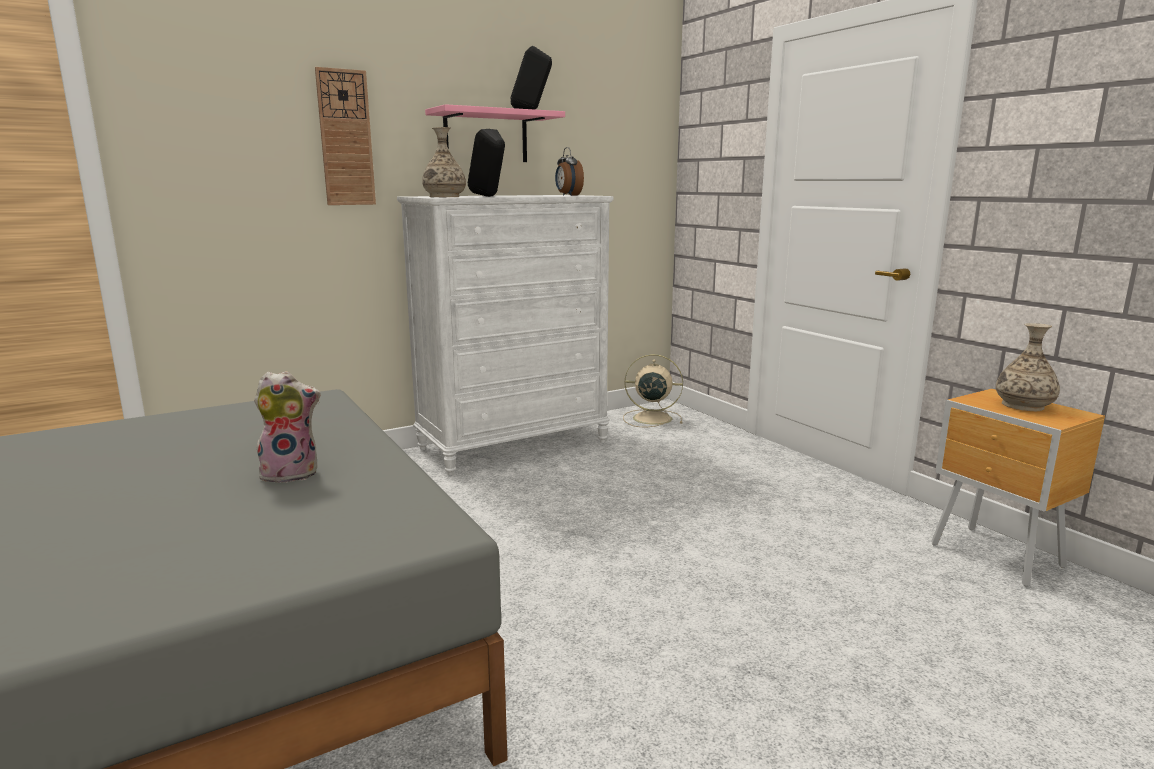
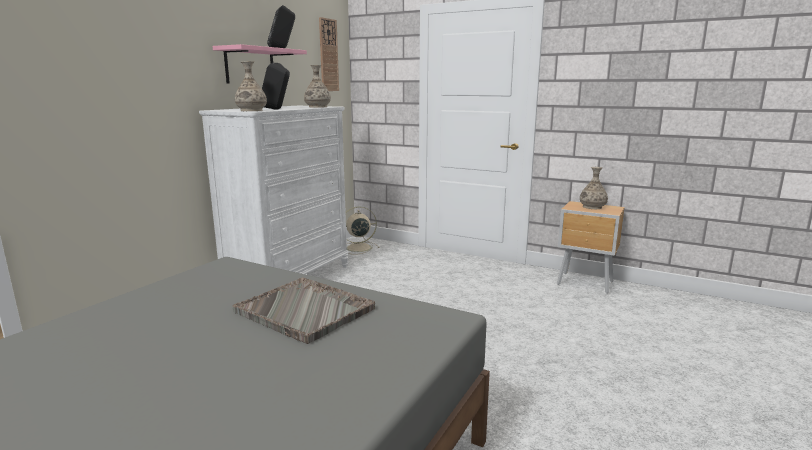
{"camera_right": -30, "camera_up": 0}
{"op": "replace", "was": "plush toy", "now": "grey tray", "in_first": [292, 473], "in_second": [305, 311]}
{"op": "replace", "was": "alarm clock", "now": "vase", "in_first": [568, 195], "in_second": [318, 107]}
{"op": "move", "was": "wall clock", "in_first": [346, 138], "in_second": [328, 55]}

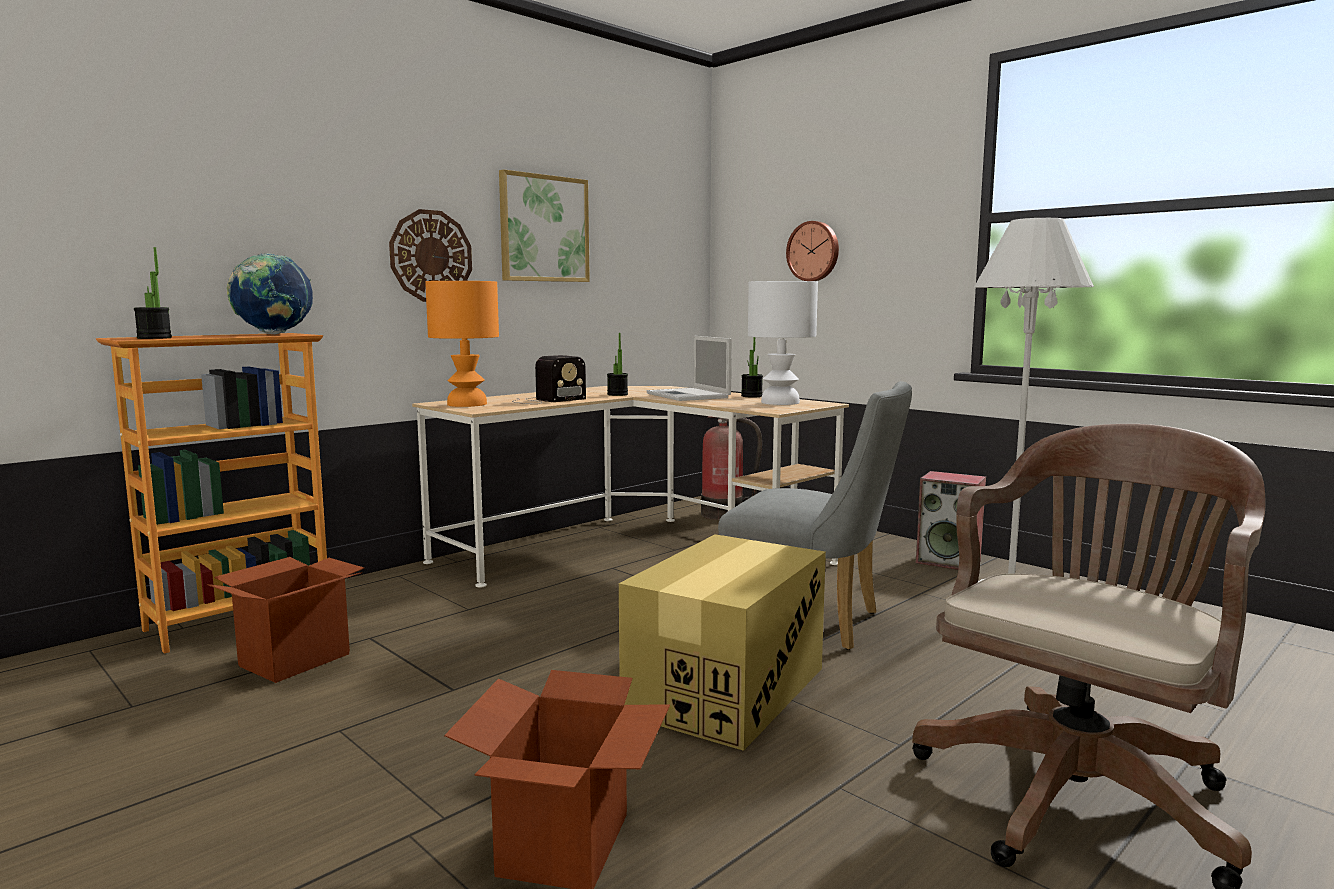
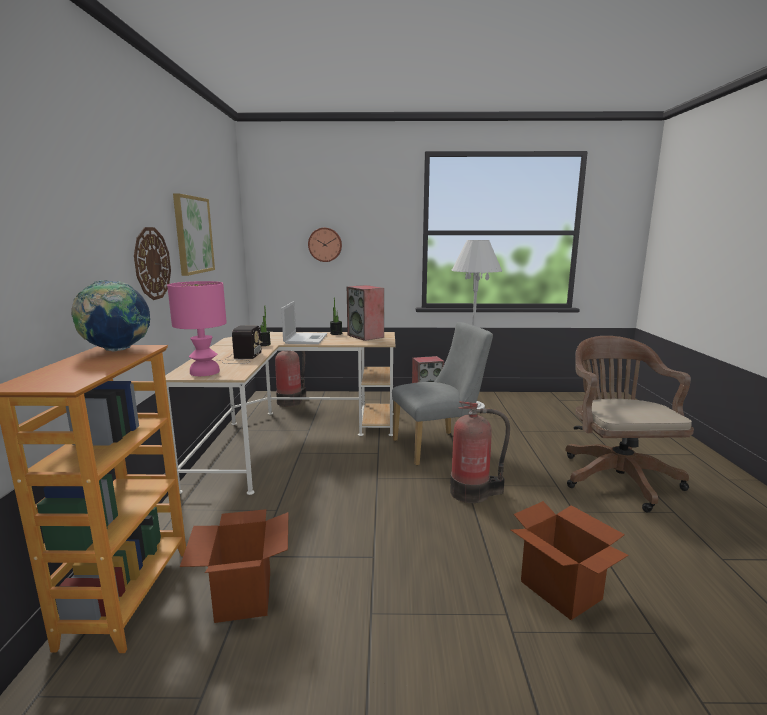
{"camera_right": -45, "camera_up": 5}
{"op": "recolor", "was": "orange table lamp", "now": "pink table lamp", "in_first": [466, 404], "in_second": [204, 372]}
{"op": "rotate", "was": "laptop", "in_first": [689, 396], "in_second": [306, 339], "clockwise": -105}
{"op": "replace", "was": "white table lamp", "now": "speaker", "in_first": [780, 402], "in_second": [366, 336]}
{"op": "replace", "was": "cardboard box", "now": "fire extinguisher", "in_first": [727, 690], "in_second": [473, 492]}
{"op": "delete", "was": "potted plant", "in_first": [154, 338]}

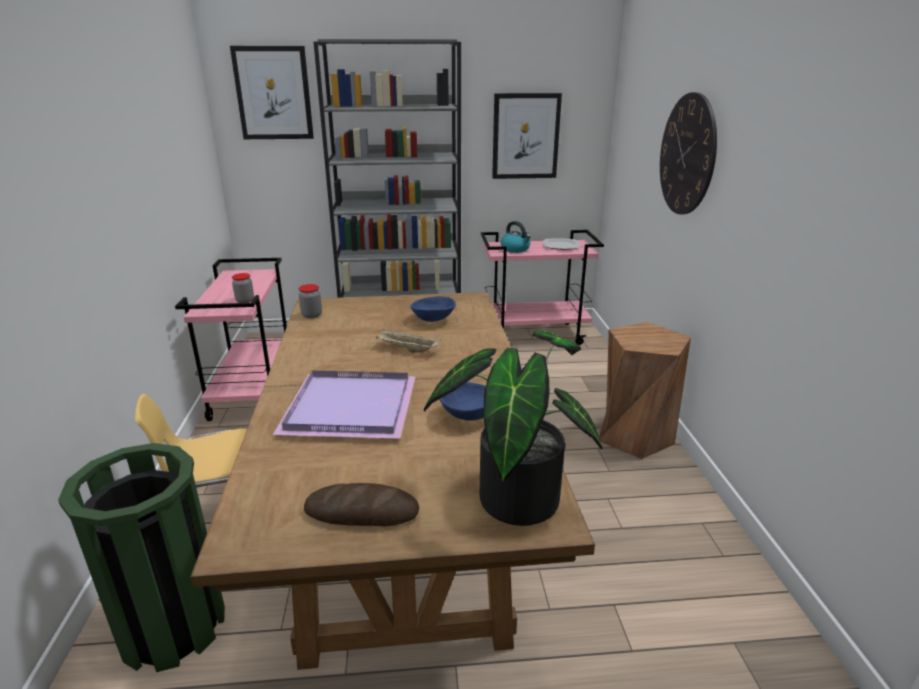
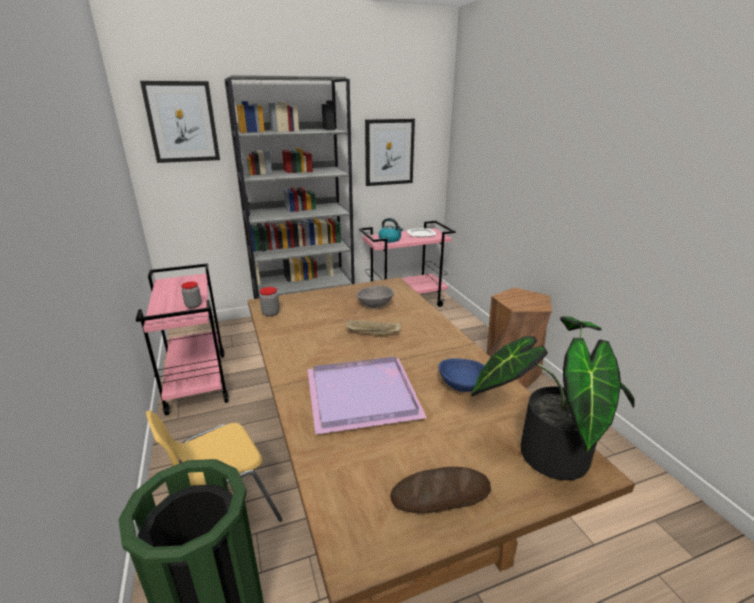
{"camera_right": -15, "camera_up": 0}
{"op": "recolor", "was": "blue bowl", "now": "grey bowl", "in_first": [433, 320], "in_second": [374, 306]}
{"op": "delete", "was": "wall clock", "in_first": [687, 155]}

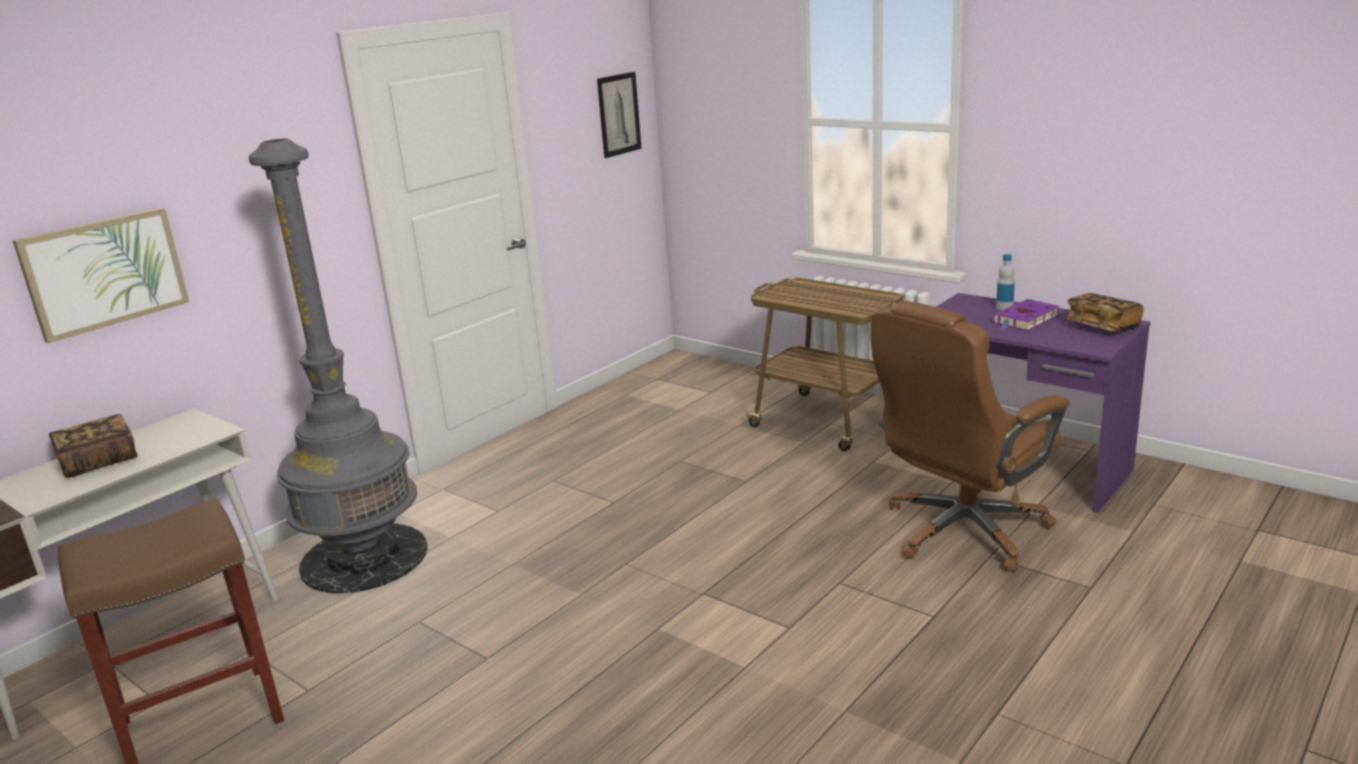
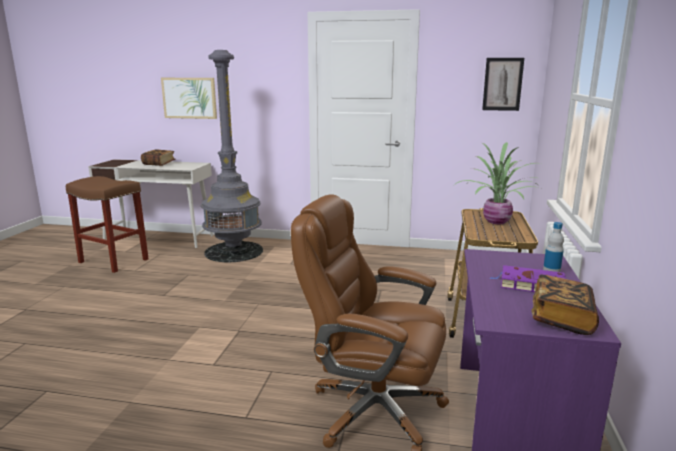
{"camera_right": 60, "camera_up": -5}
{"op": "insert", "now": "potted plant", "in_second": [497, 221]}

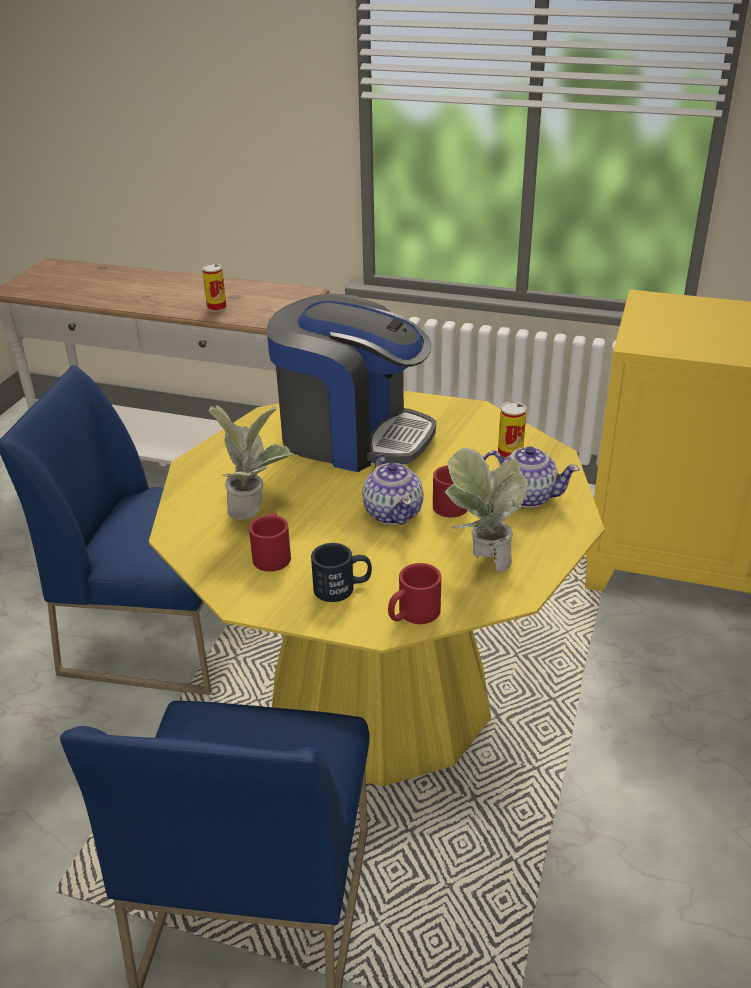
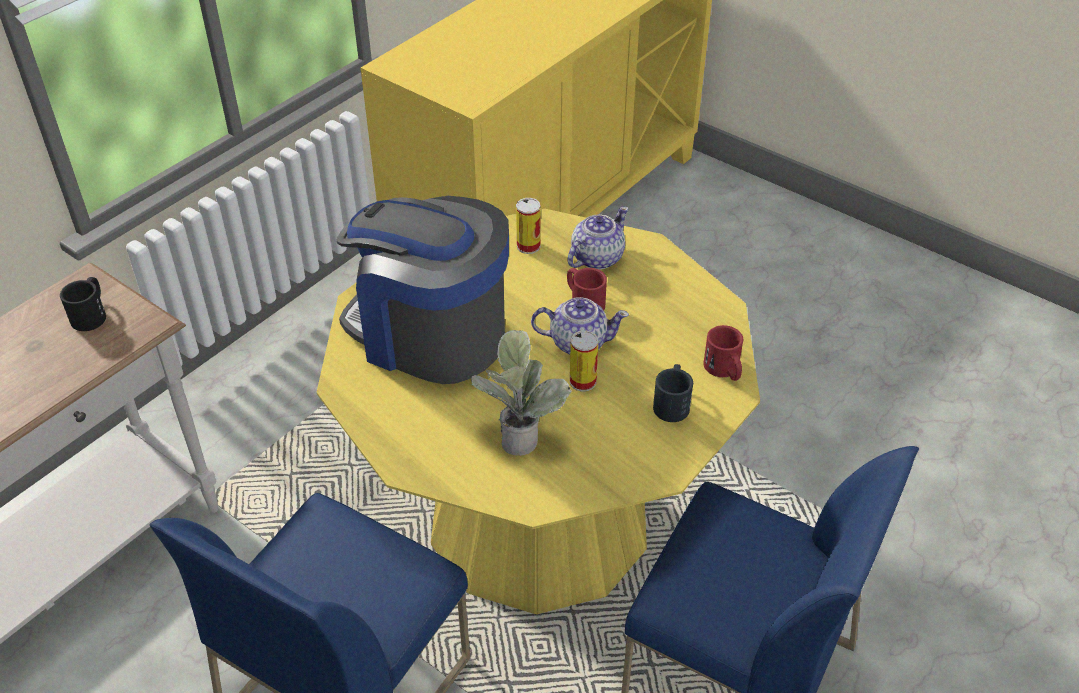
{"camera_right": -70, "camera_up": 10}
{"op": "insert", "now": "black mug", "in_second": [91, 314]}
{"op": "rotate", "was": "coffee machine", "in_first": [352, 436], "in_second": [429, 334], "clockwise": -105}
{"op": "move", "was": "can", "in_first": [216, 307], "in_second": [582, 381]}
{"op": "delete", "was": "red mug", "in_first": [273, 554]}
{"op": "delete", "was": "potted plant", "in_first": [482, 559]}

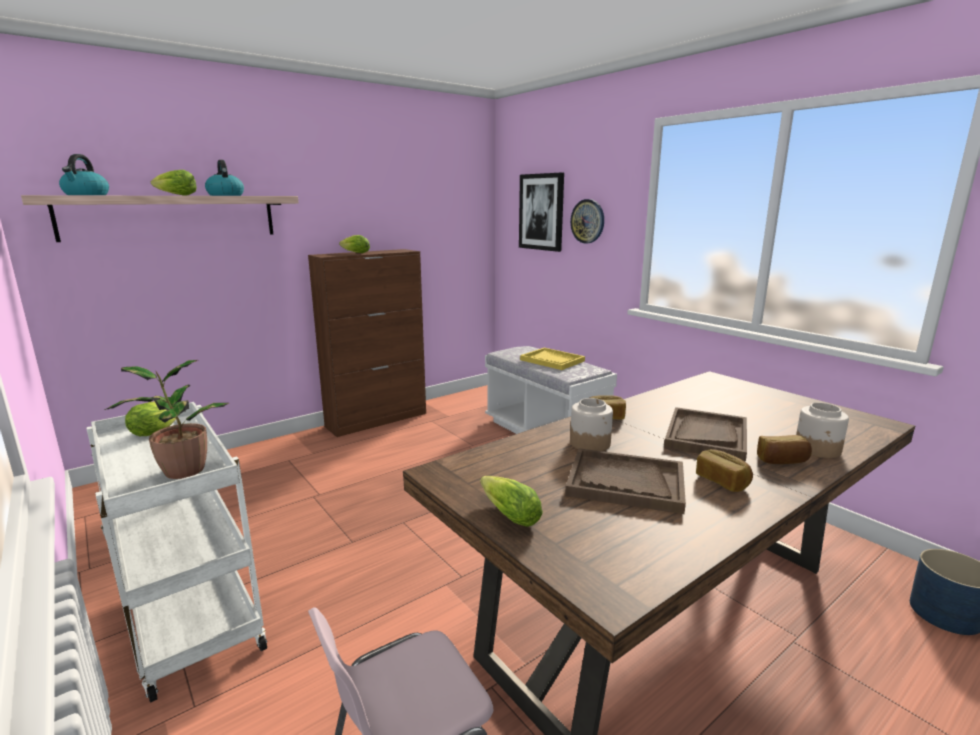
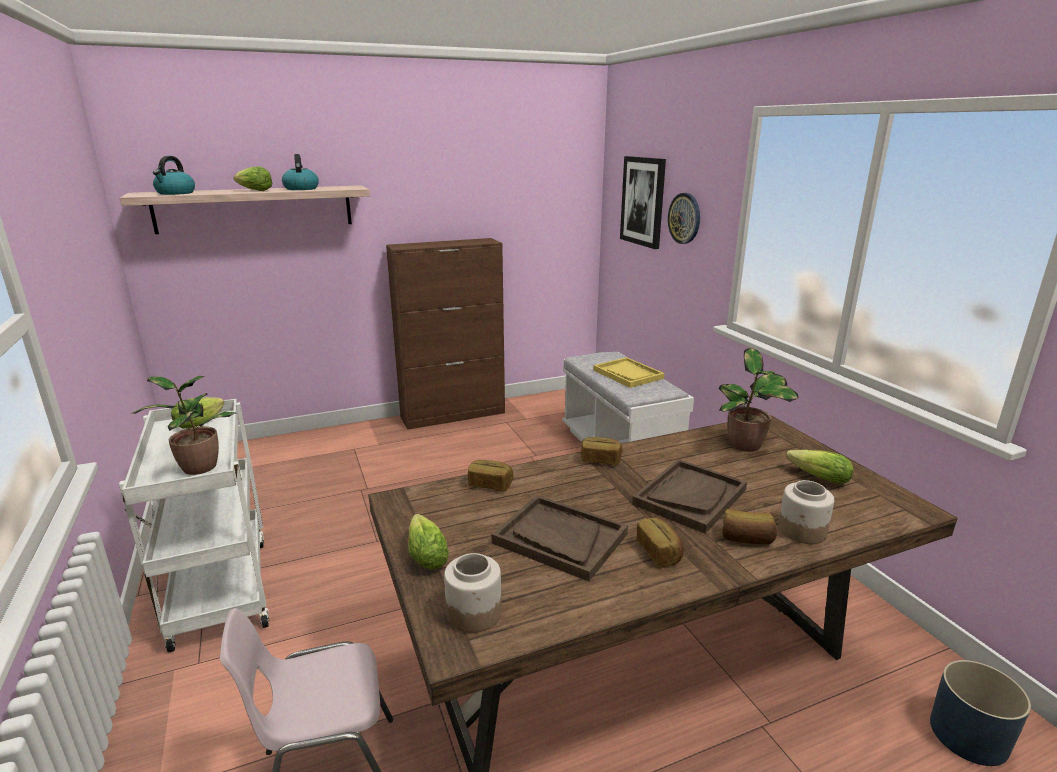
{"camera_right": 15, "camera_up": 5}
{"op": "move", "was": "jar", "in_first": [590, 443], "in_second": [474, 612]}
{"op": "insert", "now": "bread", "in_second": [490, 484]}
{"op": "insert", "now": "potted plant", "in_second": [746, 446]}
{"op": "move", "was": "lettuce", "in_first": [354, 253], "in_second": [815, 477]}

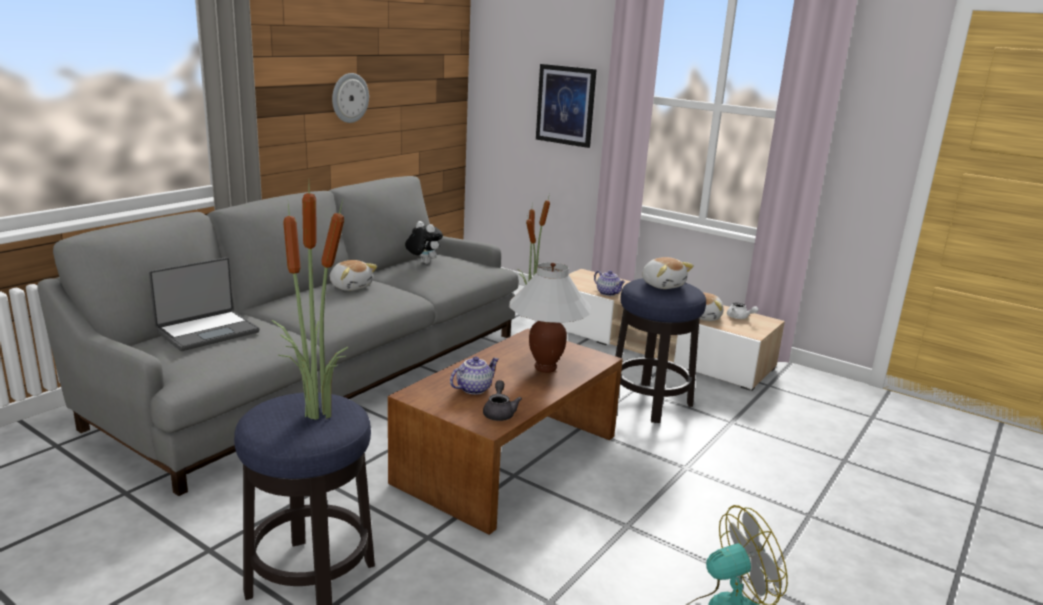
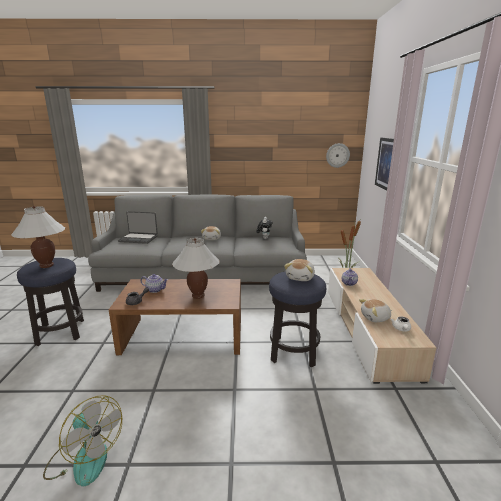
{"camera_right": 55, "camera_up": 0}
{"op": "replace", "was": "potted plant", "now": "white table lamp", "in_first": [315, 415], "in_second": [47, 265]}
{"op": "move", "was": "wall clock", "in_first": [349, 98], "in_second": [337, 155]}

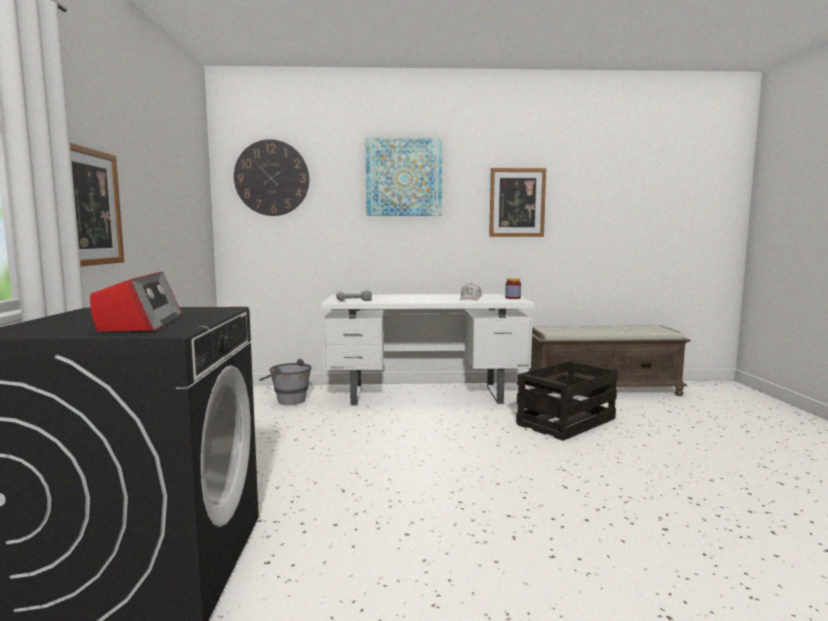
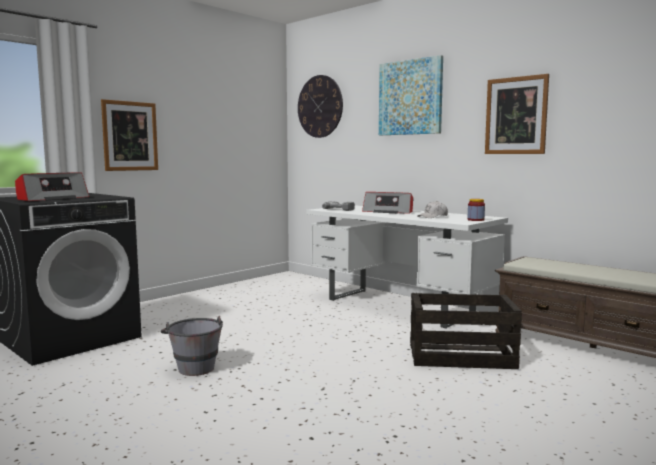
{"camera_right": 45, "camera_up": 0}
{"op": "move", "was": "grey bucket", "in_first": [286, 400], "in_second": [194, 366]}
{"op": "insert", "now": "radio", "in_second": [388, 211]}

